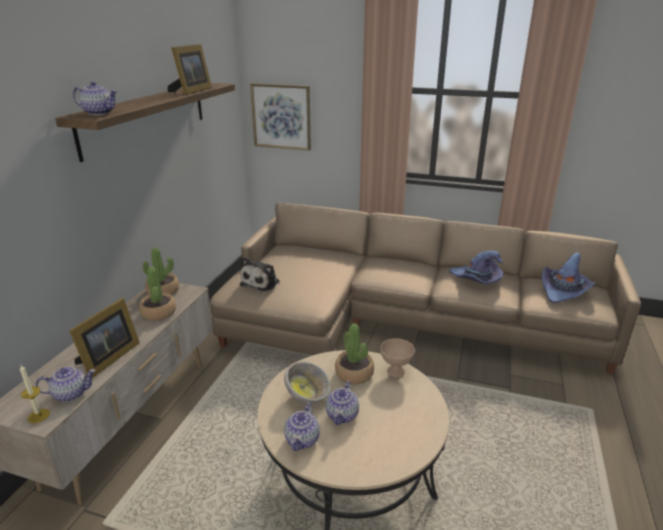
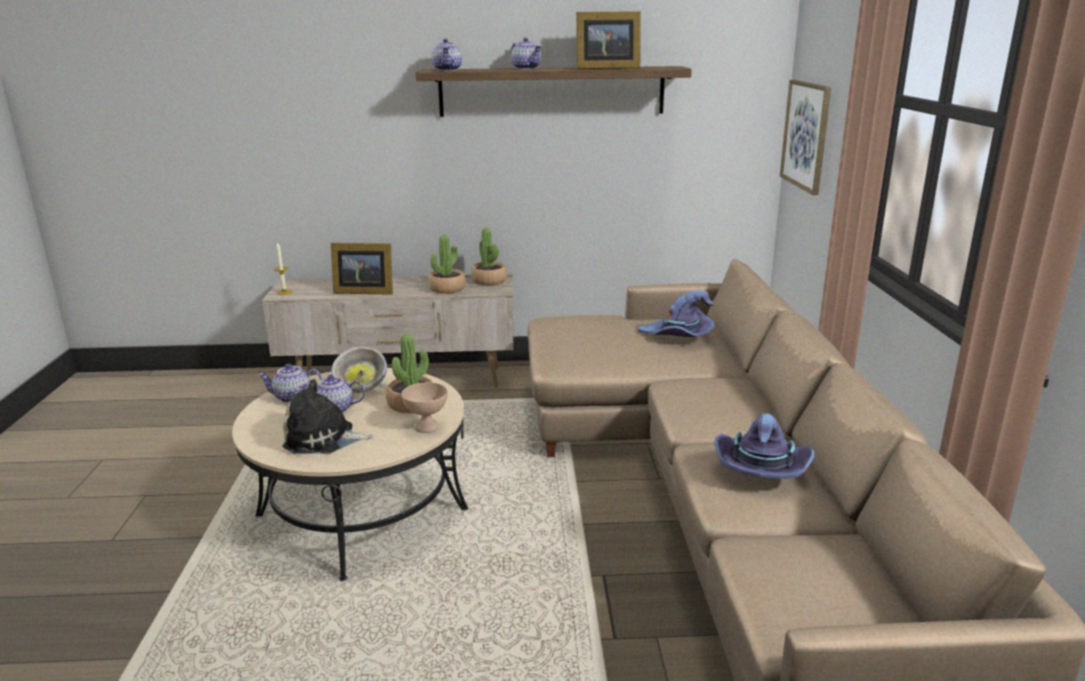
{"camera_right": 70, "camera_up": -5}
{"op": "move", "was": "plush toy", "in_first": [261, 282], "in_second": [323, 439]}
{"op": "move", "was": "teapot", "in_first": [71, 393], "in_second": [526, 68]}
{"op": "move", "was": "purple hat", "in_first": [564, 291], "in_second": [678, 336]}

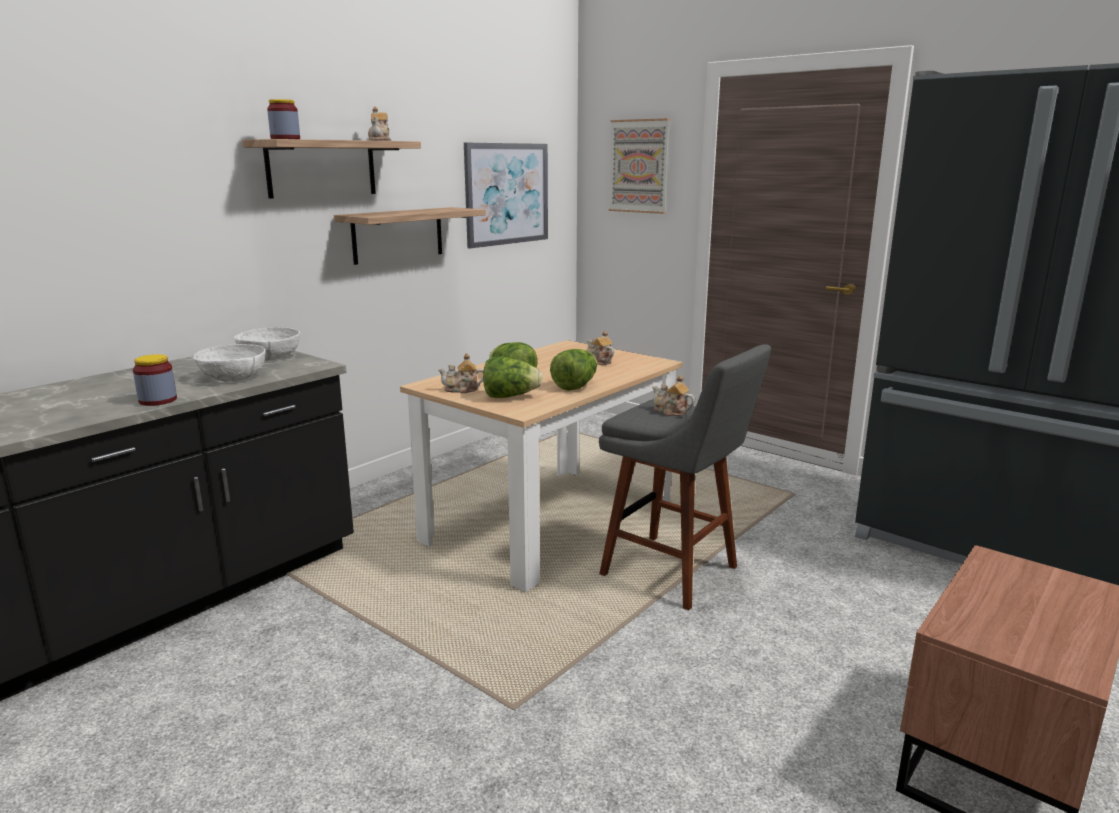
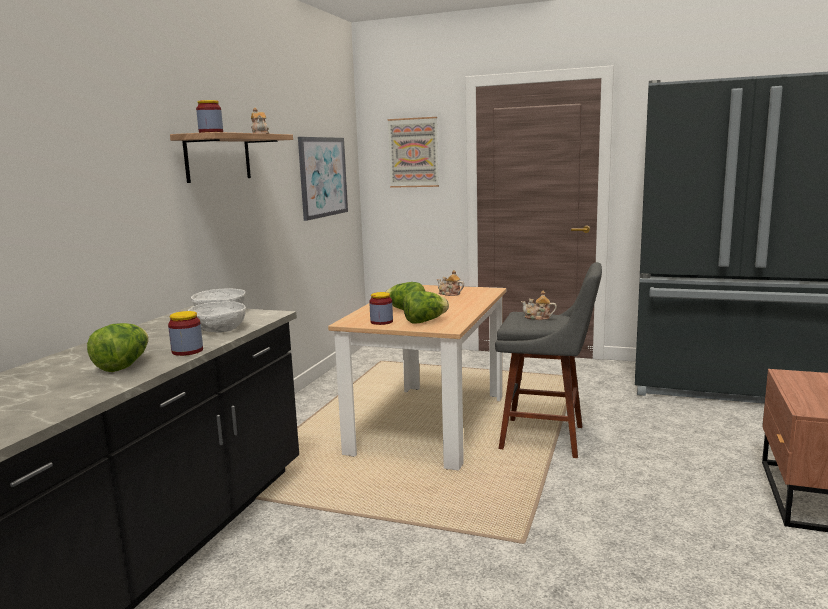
{"camera_right": -20, "camera_up": -5}
{"op": "move", "was": "lettuce", "in_first": [575, 386], "in_second": [123, 365]}
{"op": "replace", "was": "teapot", "now": "jar", "in_first": [462, 390], "in_second": [381, 322]}
{"op": "delete", "was": "shelf", "in_first": [398, 235]}

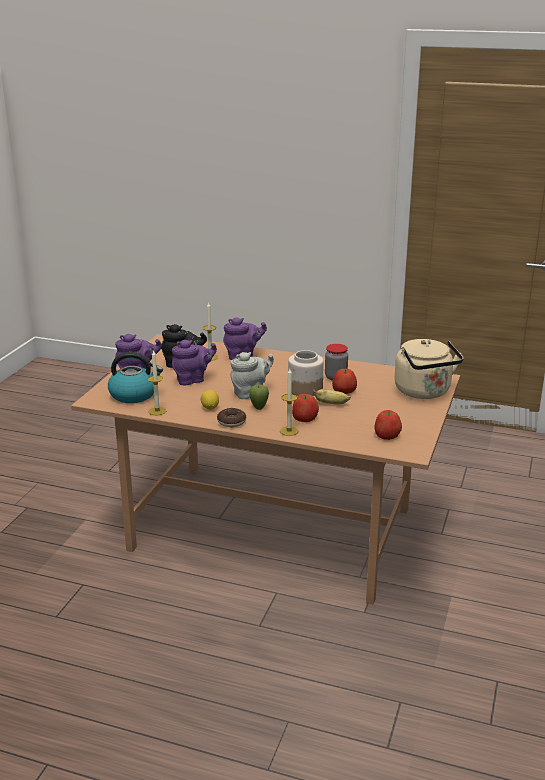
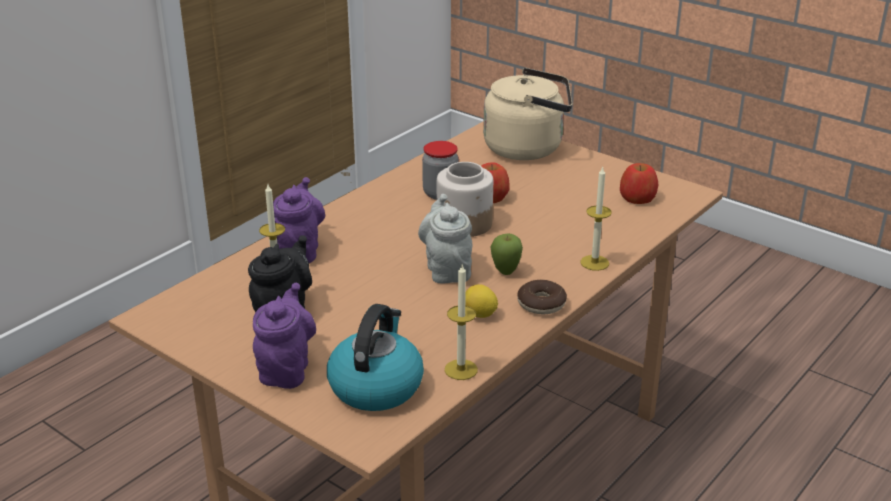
{"camera_right": -70, "camera_up": 5}
{"op": "delete", "was": "purple teapot", "in_first": [193, 380]}
{"op": "delete", "was": "apple", "in_first": [304, 418]}
{"op": "delete", "was": "banana", "in_first": [332, 404]}

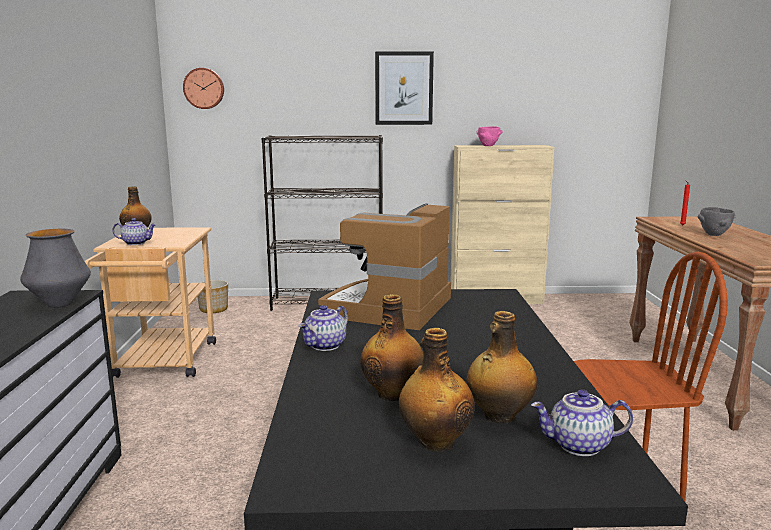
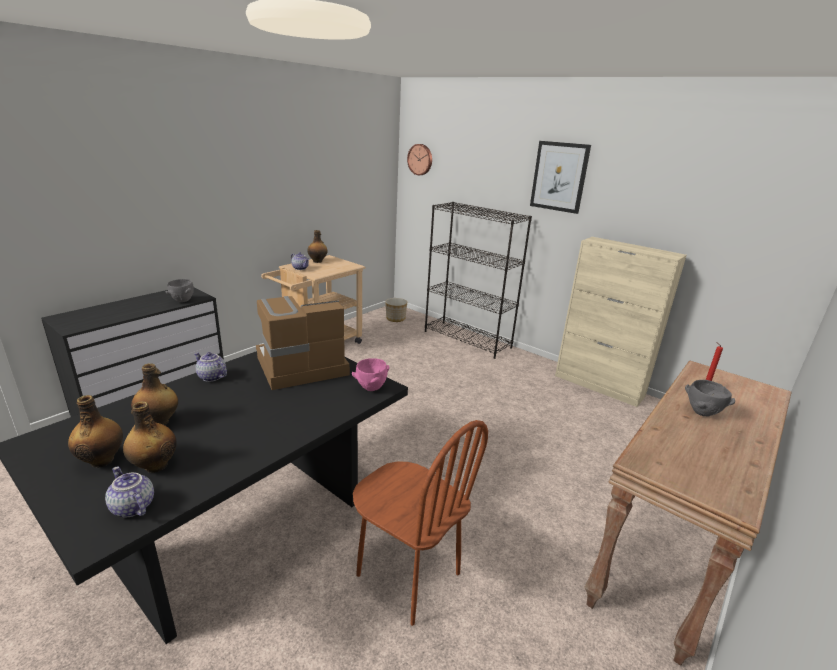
{"camera_right": 40, "camera_up": 10}
{"op": "replace", "was": "vase", "now": "grey bowl", "in_first": [60, 304], "in_second": [182, 301]}
{"op": "rotate", "was": "teapot", "in_first": [325, 346], "in_second": [211, 377], "clockwise": 45}
{"op": "move", "was": "pink bowl", "in_first": [487, 146], "in_second": [371, 388]}

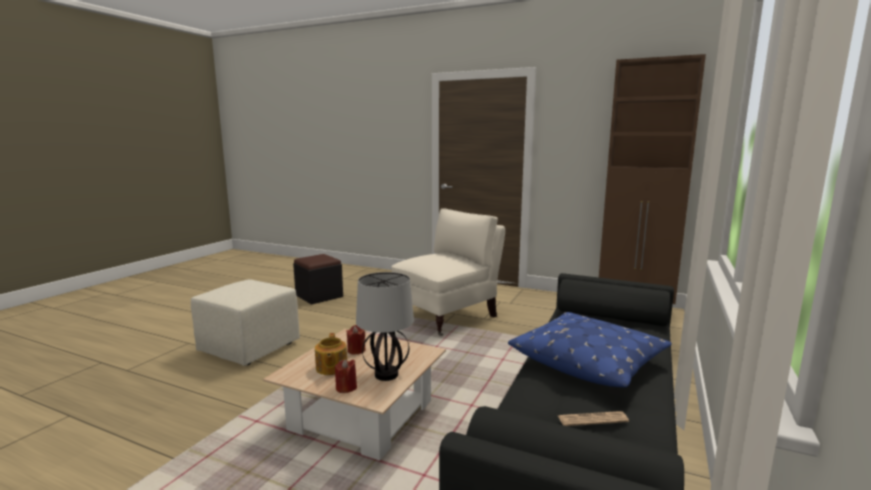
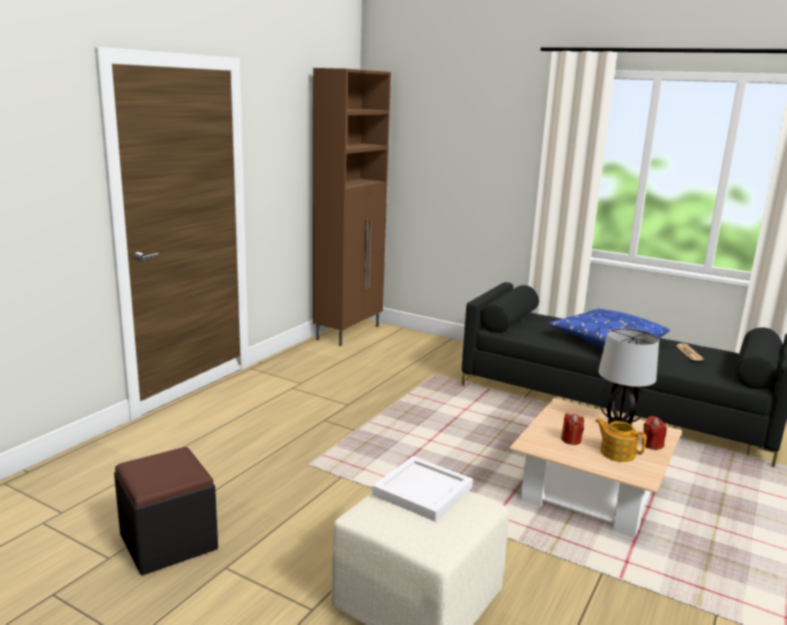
{"camera_right": -85, "camera_up": 5}
{"op": "insert", "now": "white tray", "in_second": [422, 490]}
{"op": "rotate", "was": "teapot", "in_first": [331, 368], "in_second": [616, 453], "clockwise": -135}
{"op": "delete", "was": "beige armchair", "in_first": [448, 316]}

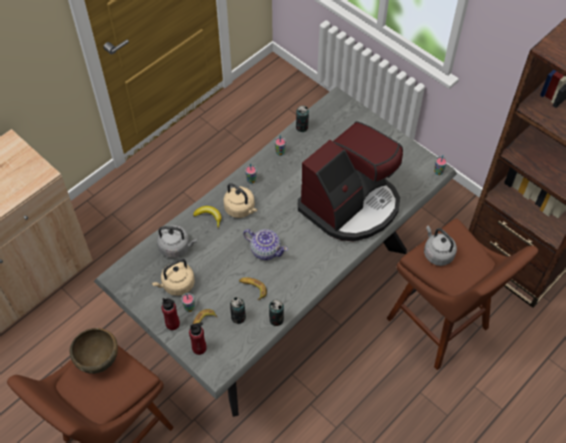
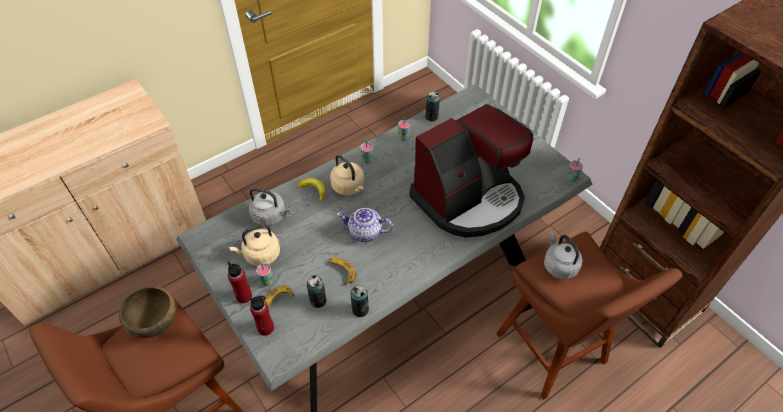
{"camera_right": 10, "camera_up": -5}
{"op": "rotate", "was": "teapot", "in_first": [265, 250], "in_second": [365, 233], "clockwise": 150}

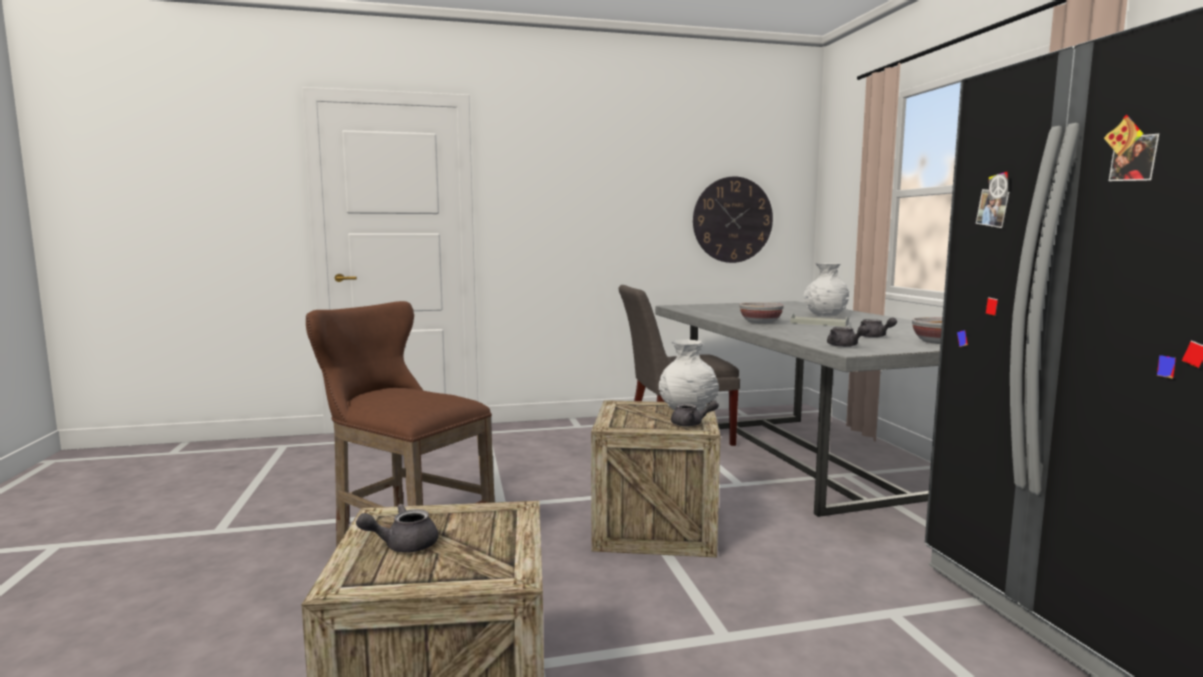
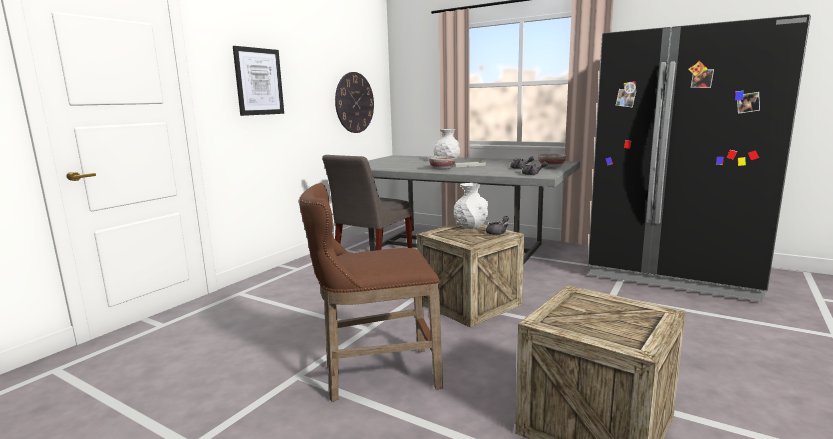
{"camera_right": -45, "camera_up": 5}
{"op": "insert", "now": "picture", "in_second": [259, 81]}
{"op": "delete", "was": "grey teapot", "in_first": [403, 545]}

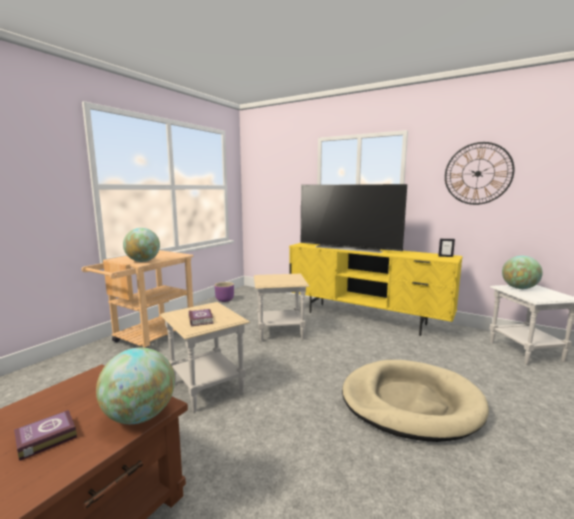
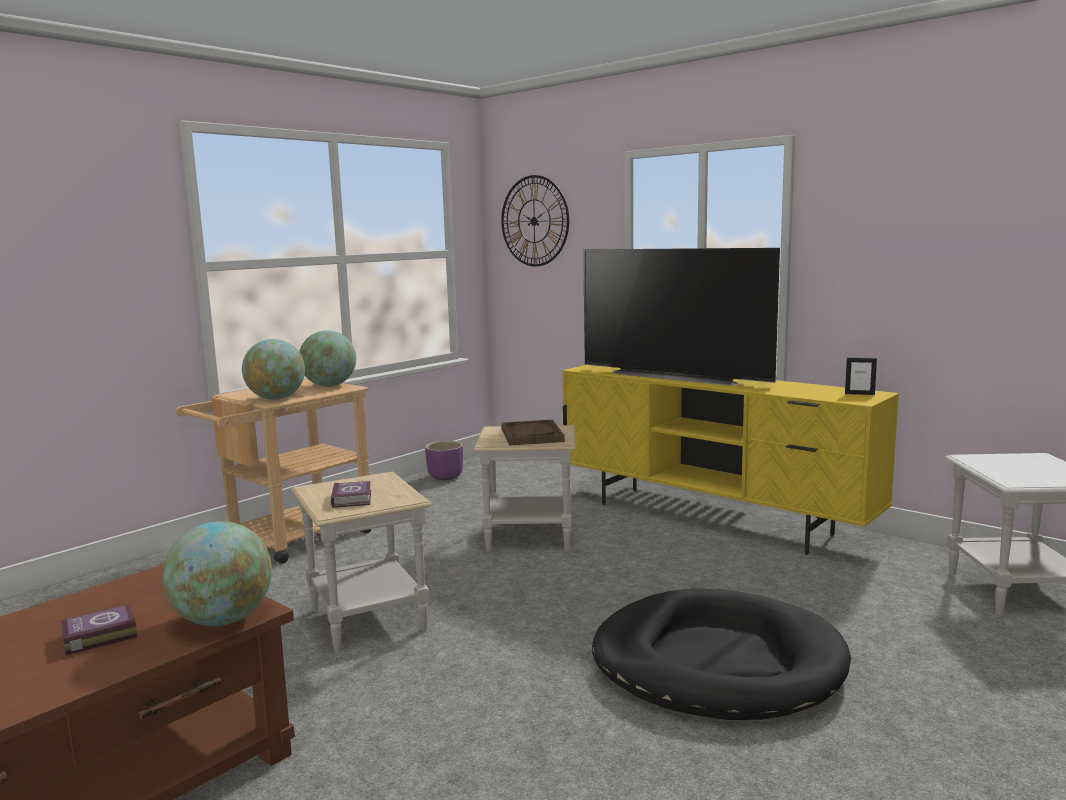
{"camera_right": 10, "camera_up": 0}
{"op": "move", "was": "globe", "in_first": [519, 288], "in_second": [329, 386]}
{"op": "move", "was": "wall clock", "in_first": [477, 173], "in_second": [534, 221]}
{"op": "insert", "now": "brown tray", "in_second": [531, 435]}
{"op": "recolor", "was": "beige dog bed", "now": "black dog bed", "in_first": [410, 403], "in_second": [716, 663]}

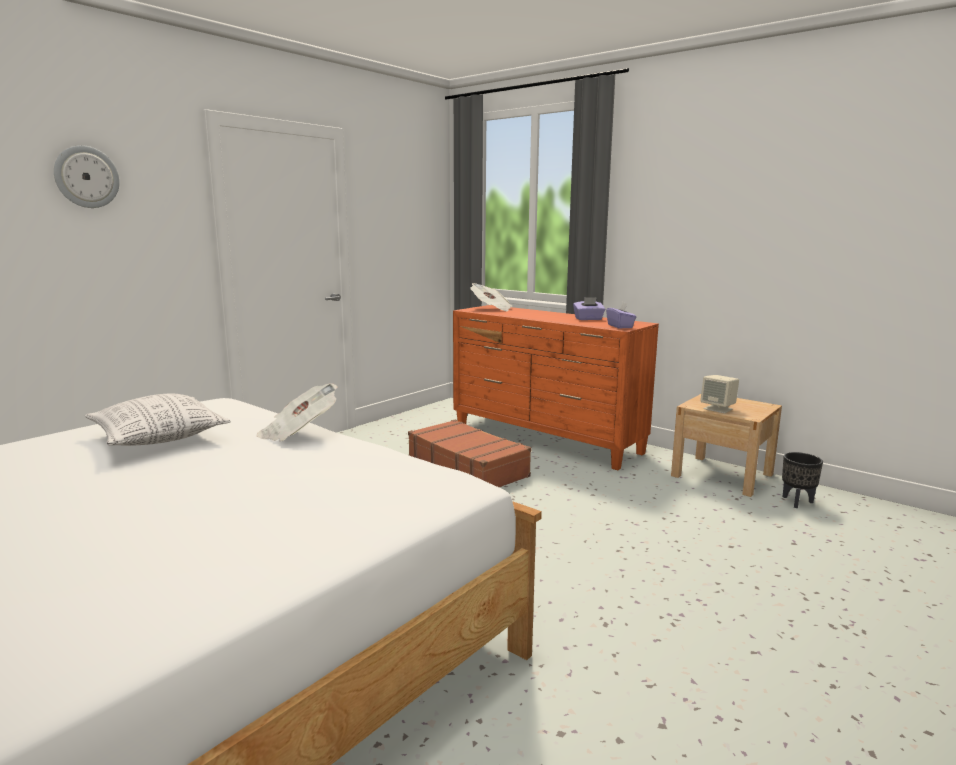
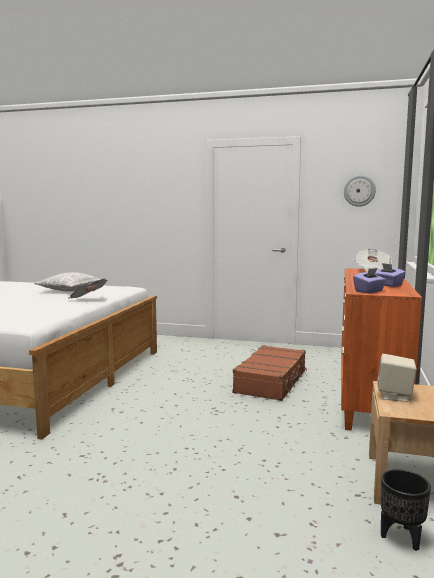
{"camera_right": 65, "camera_up": -5}
{"op": "move", "was": "wall clock", "in_first": [86, 177], "in_second": [359, 191]}

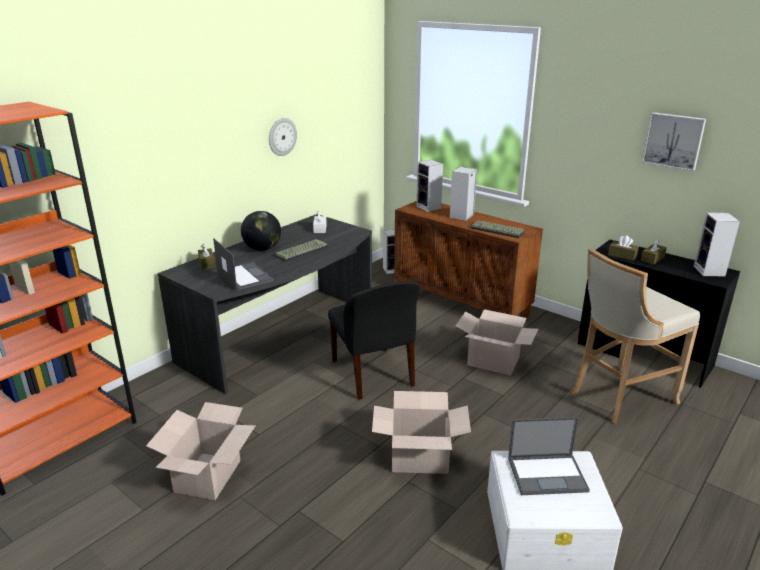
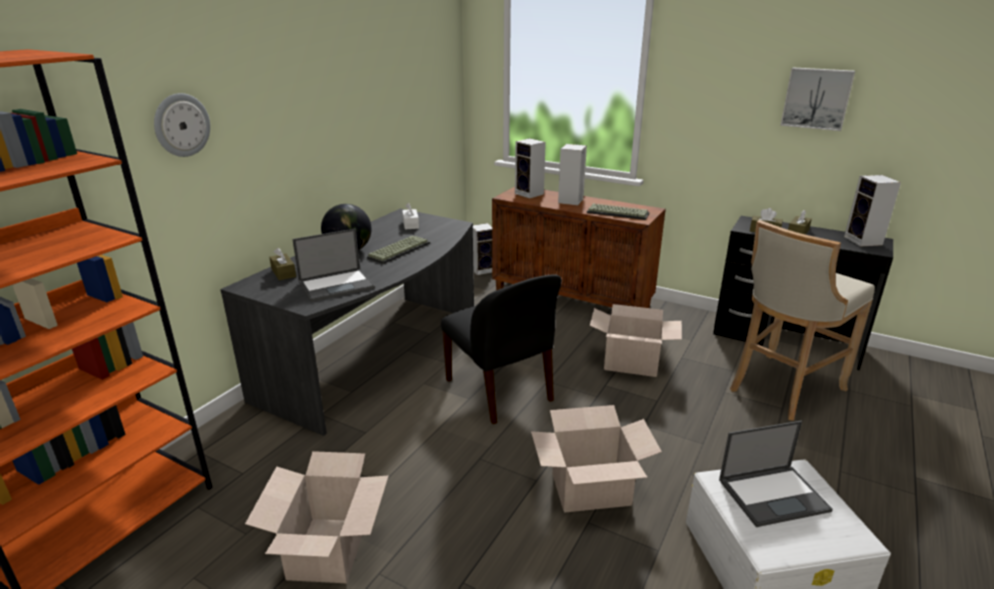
{"camera_right": -10, "camera_up": 0}
{"op": "move", "was": "wall clock", "in_first": [282, 136], "in_second": [181, 125]}
{"op": "rotate", "was": "laptop", "in_first": [244, 276], "in_second": [337, 285], "clockwise": 105}

